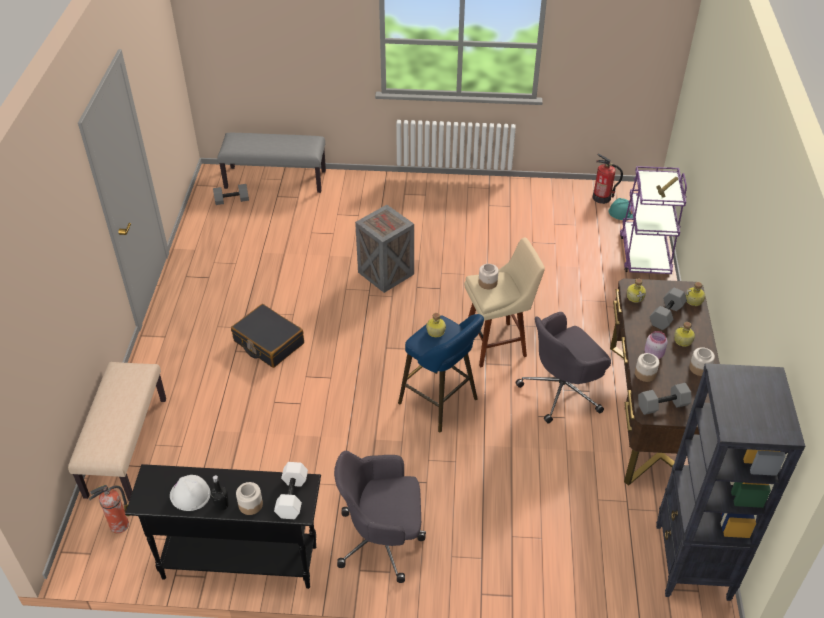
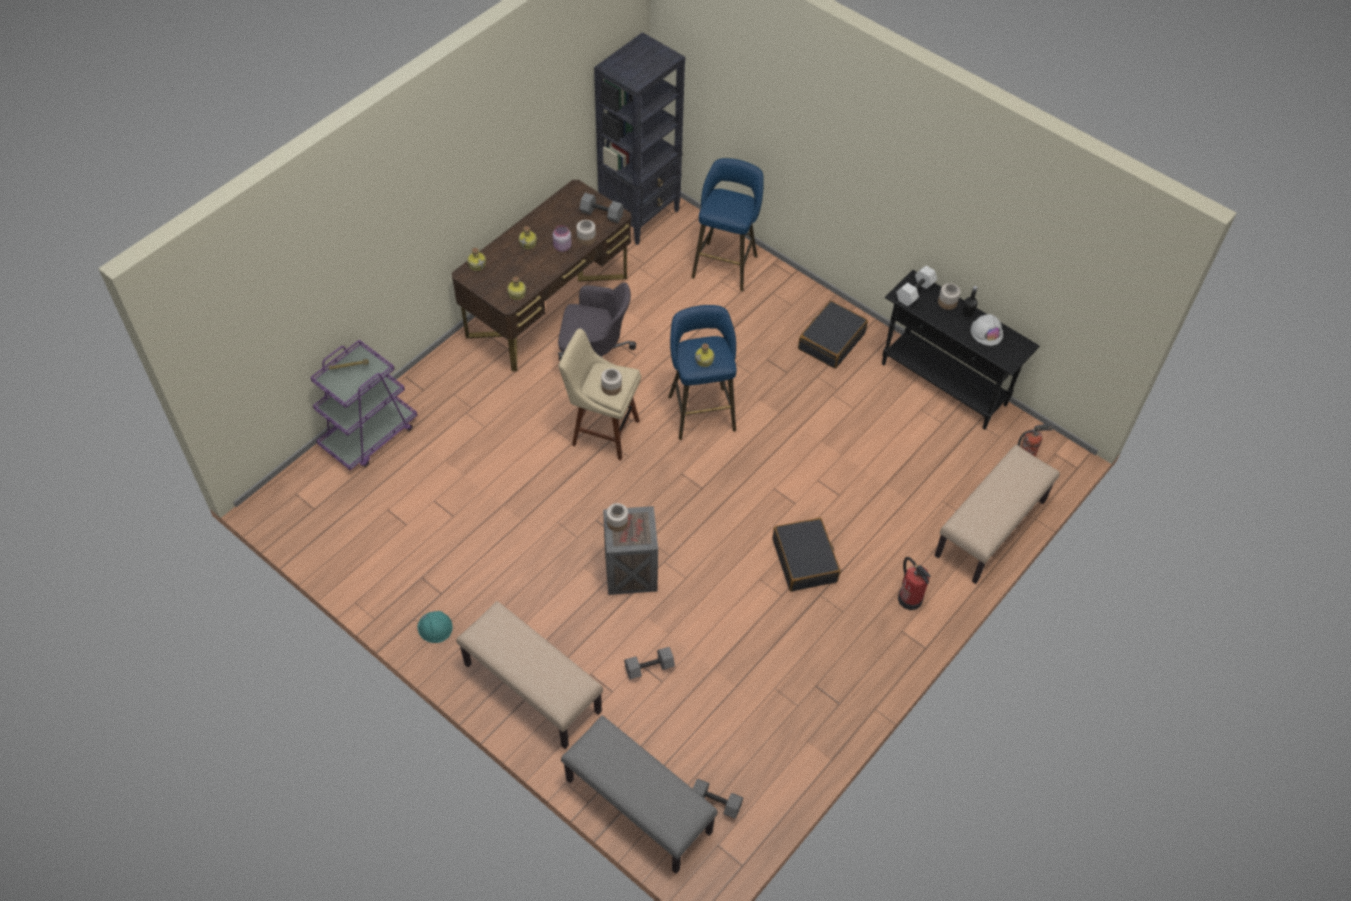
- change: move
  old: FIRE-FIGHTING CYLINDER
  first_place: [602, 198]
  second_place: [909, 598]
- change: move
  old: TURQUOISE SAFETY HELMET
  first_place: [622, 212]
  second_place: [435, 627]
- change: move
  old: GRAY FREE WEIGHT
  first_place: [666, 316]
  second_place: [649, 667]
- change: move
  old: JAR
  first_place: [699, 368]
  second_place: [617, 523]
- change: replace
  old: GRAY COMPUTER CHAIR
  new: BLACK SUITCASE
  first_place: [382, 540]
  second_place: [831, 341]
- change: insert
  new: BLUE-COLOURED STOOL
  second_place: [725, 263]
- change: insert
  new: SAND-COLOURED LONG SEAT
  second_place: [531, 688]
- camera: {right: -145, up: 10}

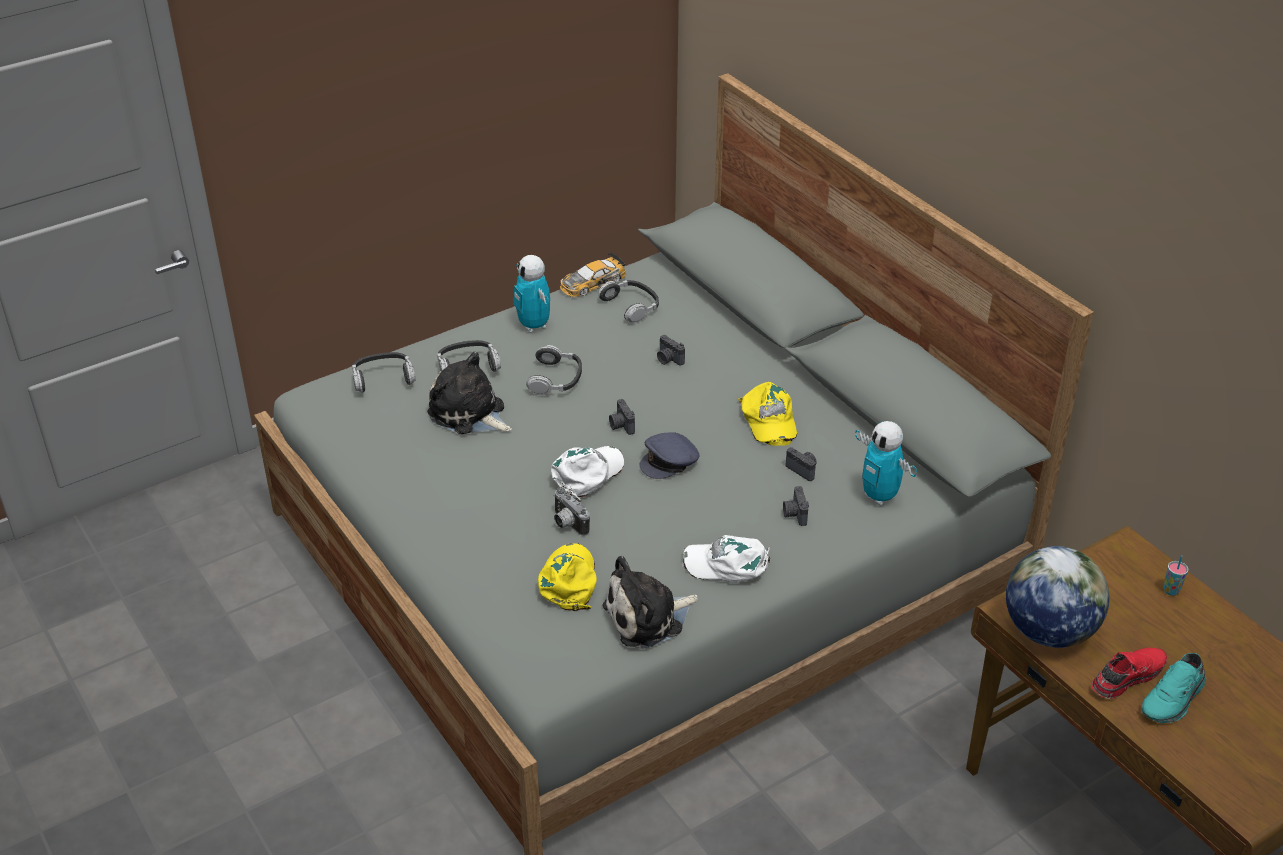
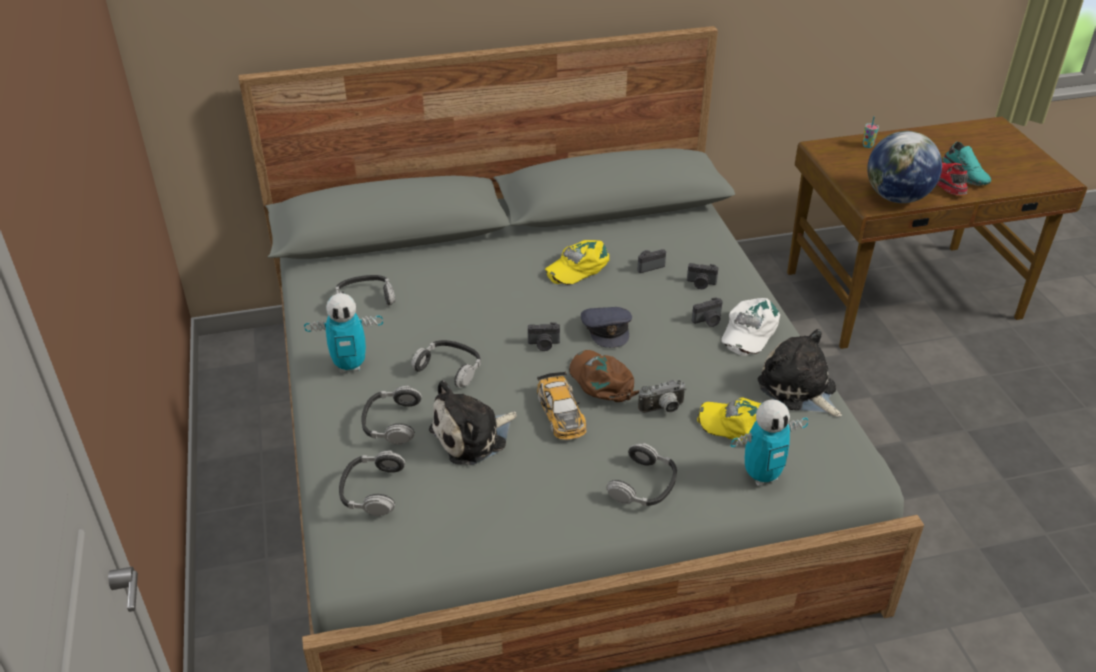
- change: move
  old: MINIATURE CAR
  first_place: [592, 282]
  second_place: [561, 413]
- change: move
  old: STILL CAMERA
  first_place: [668, 359]
  second_place: [708, 321]
- change: rotate
  old: YELLOWISH CAP
  first_place: [768, 420]
  second_place: [577, 266]
  degrees: 135
- change: move
  old: TOY ROBOT
  first_place: [879, 496]
  second_place: [762, 475]
- change: recolor
  old: WHITISH CAP
  new: BROWN-COLOURED CAP
  first_place: [587, 474]
  second_place: [601, 380]
- change: rotate
  old: SOFT TOY
  first_place: [648, 618]
  second_place: [799, 389]
  degrees: 150
- change: insert
  new: HEADSET
  second_place: [644, 485]
- camera: {right: -70, up: 0}

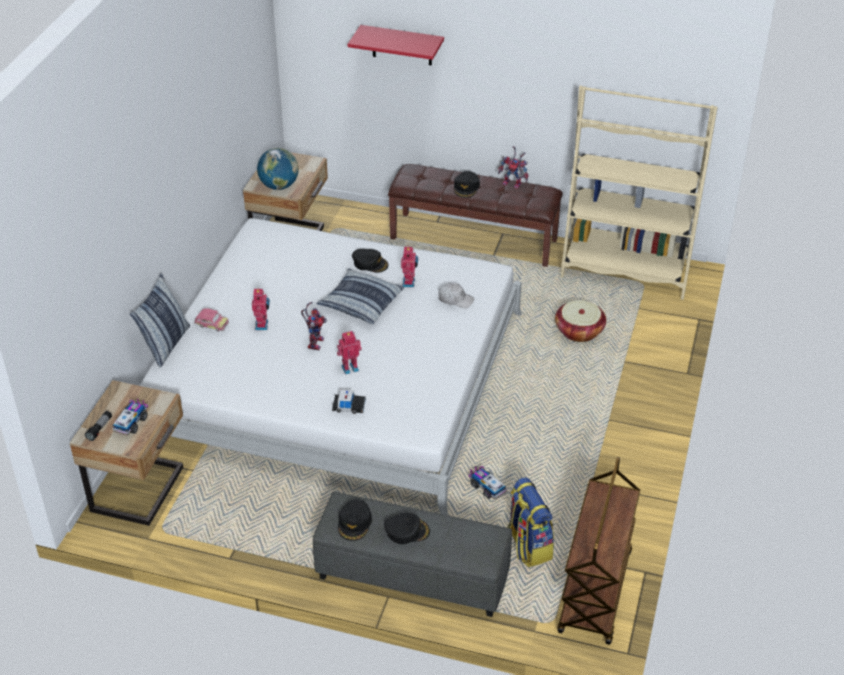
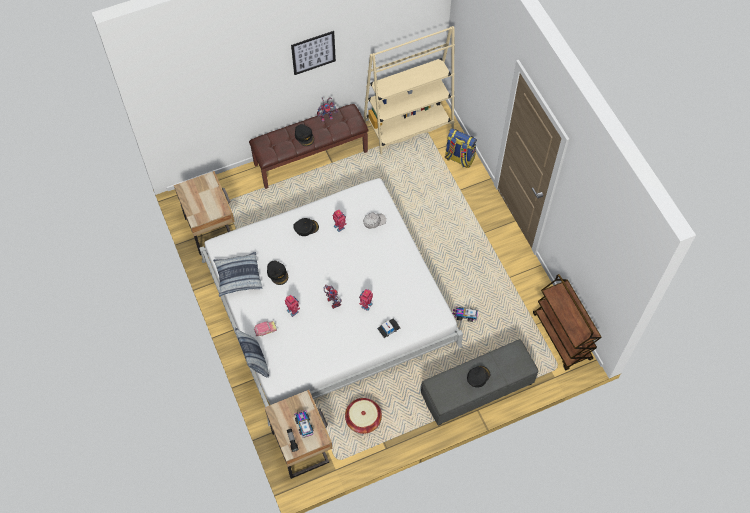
- change: delete
  old: REDDISH BRACKET SHELF
  first_place: [402, 45]
- change: delete
  old: WORLD GLOBE
  first_place: [279, 186]
- change: move
  old: PILLOW
  first_place: [361, 303]
  second_place: [238, 277]
- change: move
  old: HOUSEHOLD BASKET
  first_place: [579, 331]
  second_place: [363, 419]
- change: move
  old: KNAPSACK
  first_place: [527, 546]
  second_place: [459, 158]
- change: move
  old: BLACK CAP
  first_place: [355, 523]
  second_place: [277, 273]
- change: insert
  new: WALL PICTURE
  second_place: [313, 52]
- camera: {right: -40, up: 20}

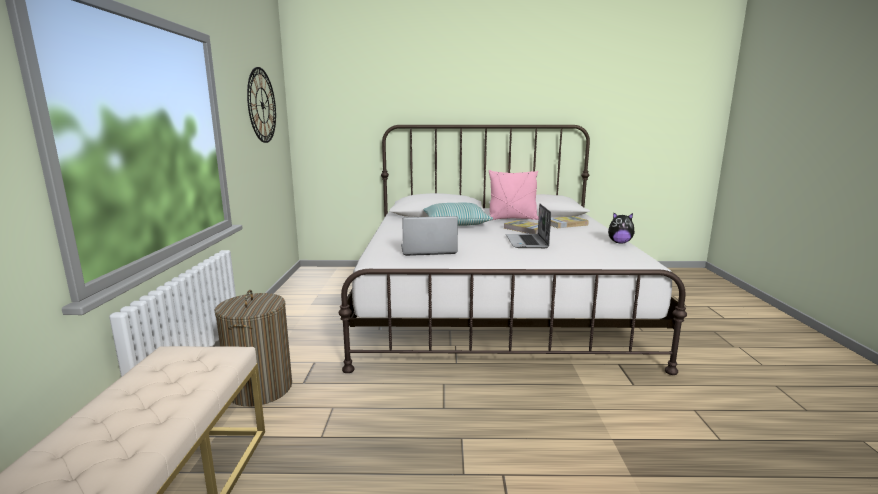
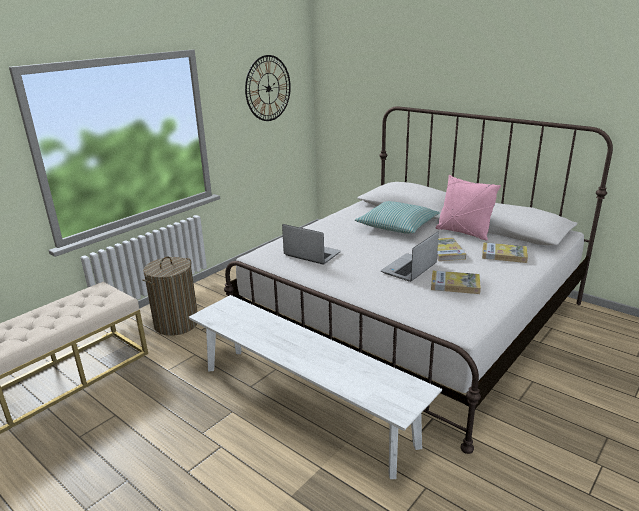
- change: delete
  old: SOFT TOY
  first_place: [619, 242]
- change: insert
  new: BOUND BOOK
  second_place: [455, 284]
- change: insert
  new: WHITISH LONG SEAT
  second_place: [303, 404]
- camera: {right: 40, up: 10}

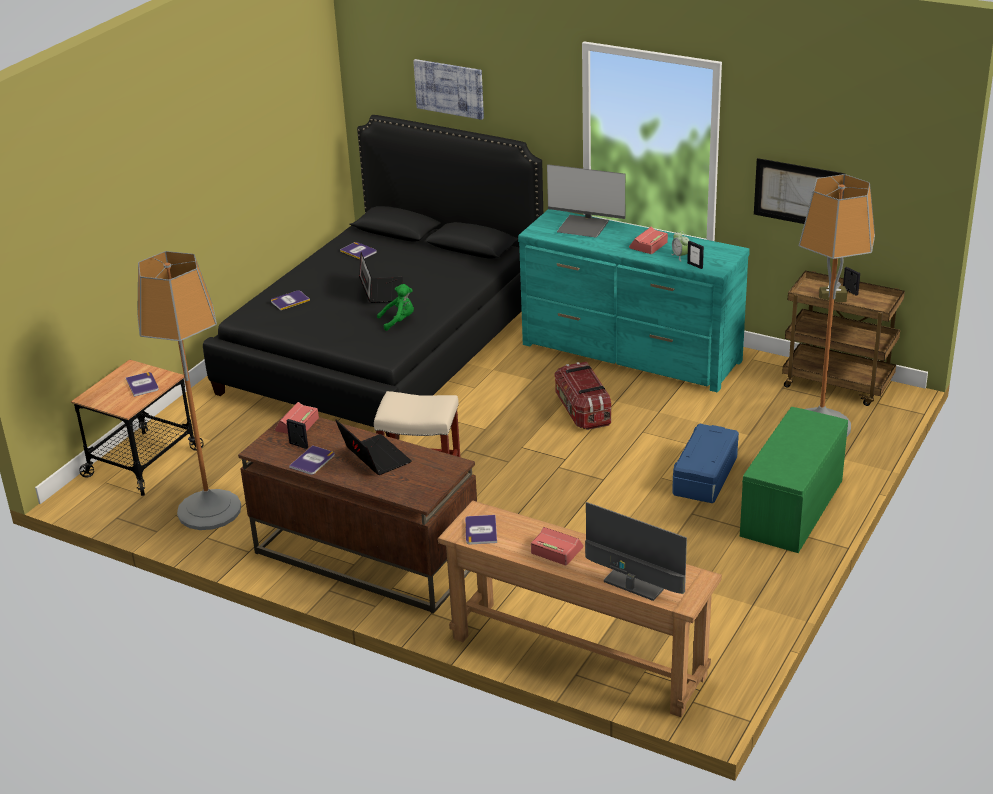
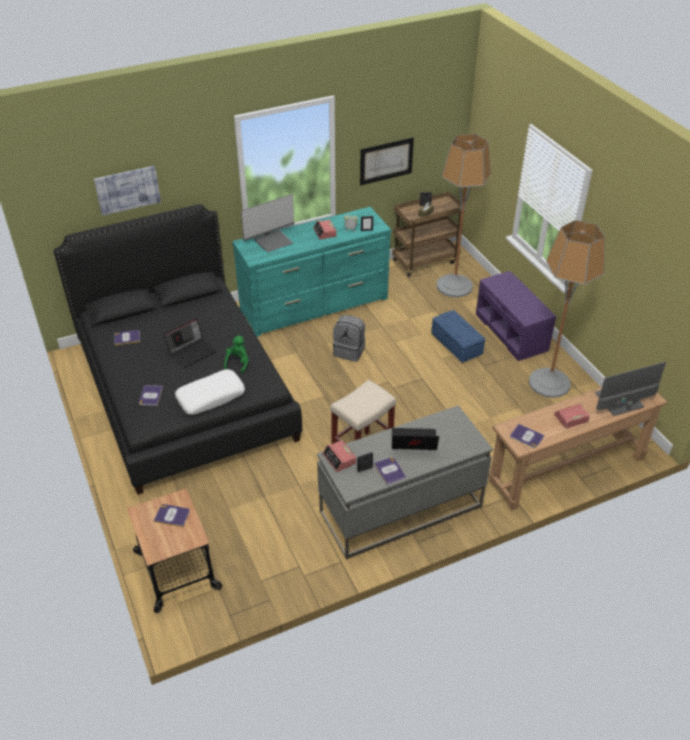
- change: move
  old: STANDARD LAMP
  first_place: [209, 510]
  second_place: [549, 383]
- change: rotate
  old: PORTABLE COMPUTER
  first_place: [381, 290]
  second_place: [192, 352]
  degrees: 105
- change: replace
  old: STORAGE CONTAINER
  new: GRAY KNAPSACK
  first_place: [582, 410]
  second_place: [349, 351]
- change: recolor
  old: GREEN-COLOURED LONG SEAT
  new: PURPLISH LONG SEAT
  first_place: [792, 509]
  second_place: [512, 332]
- change: recolor
  old: BROWN-COLOURED DESK TABLE
  new: GRAY DESK TABLE
  first_place: [365, 557]
  second_place: [400, 509]
- change: insert
  new: WHITISH PILLOW
  second_place: [211, 397]
- camera: {right: -55, up: 10}

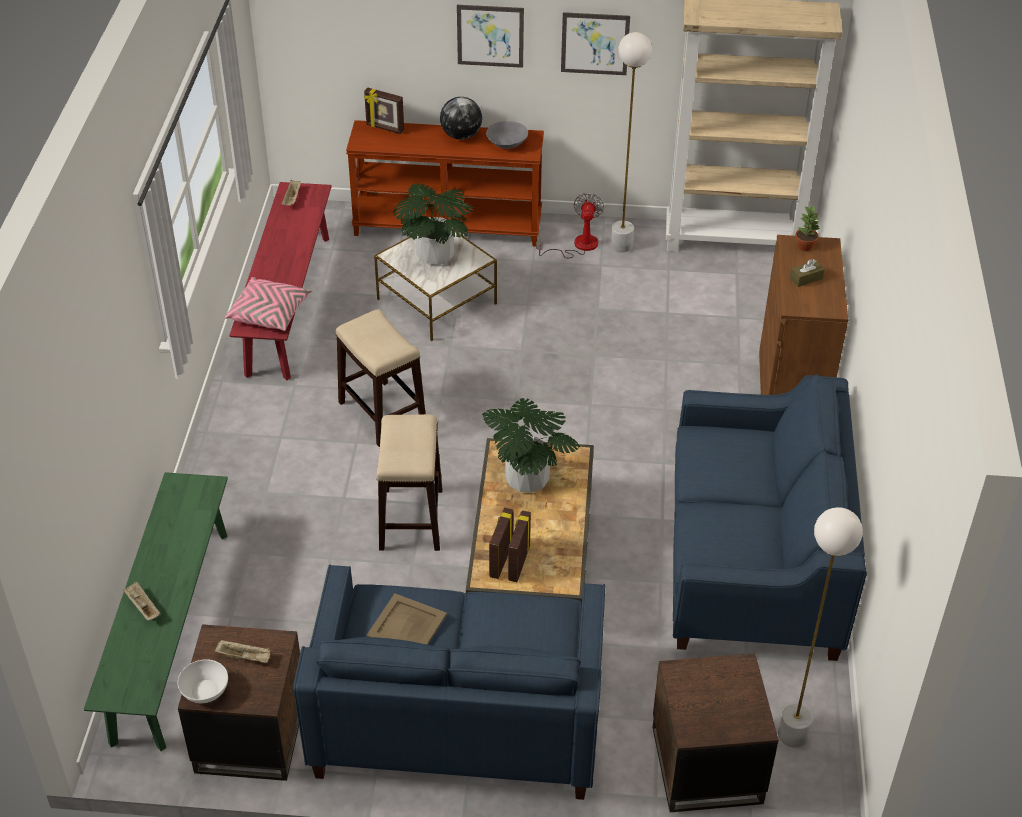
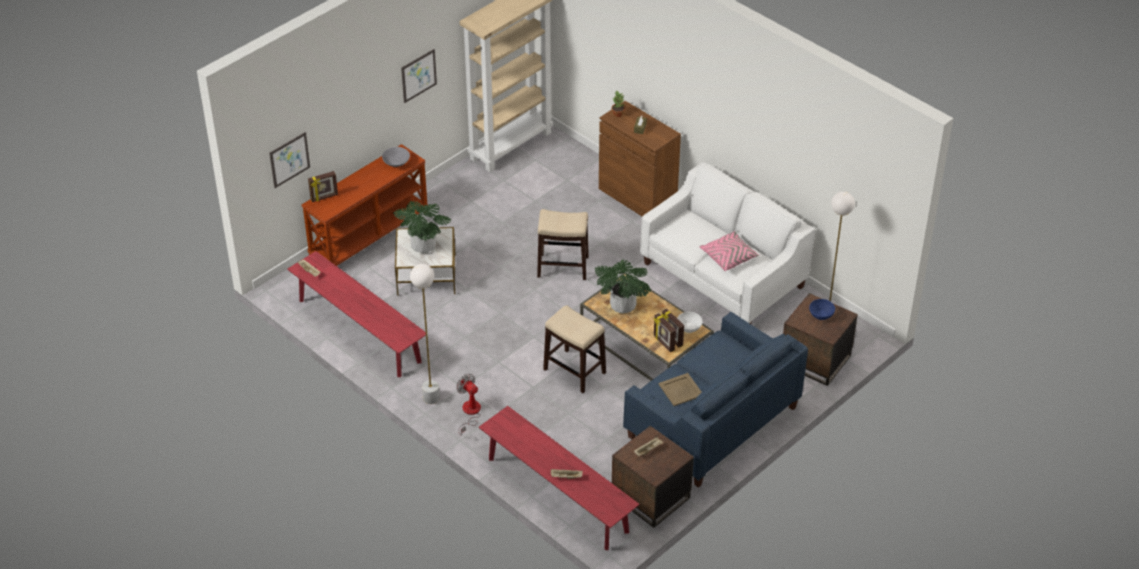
- change: move
  old: WALL PICTURE
  first_place: [490, 36]
  second_place: [289, 159]
- change: move
  old: WHITISH STANDARD LAMP
  first_place: [621, 245]
  second_place: [431, 398]
- change: delete
  old: WORLD GLOBE
  first_place: [461, 136]
- change: move
  old: COOLING FAN
  first_place: [578, 246]
  second_place: [470, 413]
- change: move
  old: PINKISH PILLOW
  first_place: [270, 313]
  second_place: [729, 257]
- change: move
  old: STOOL
  first_place: [382, 414]
  second_place: [563, 267]
- change: recolor
  old: BLUE-COLOURED COUCH
  new: WHITISH COUCH
  first_place: [753, 560]
  second_place: [723, 275]
- change: recolor
  old: GREEN-COLOURED LONG SEAT
  new: REDDISH LONG SEAT
  first_place: [171, 633]
  second_place: [557, 495]
- change: move
  old: WHITISH BOWL
  first_place: [205, 691]
  second_place: [689, 327]
- change: insert
  new: BLUE-COLOURED BOWL
  second_place: [821, 315]
- camera: {right: -50, up: 0}

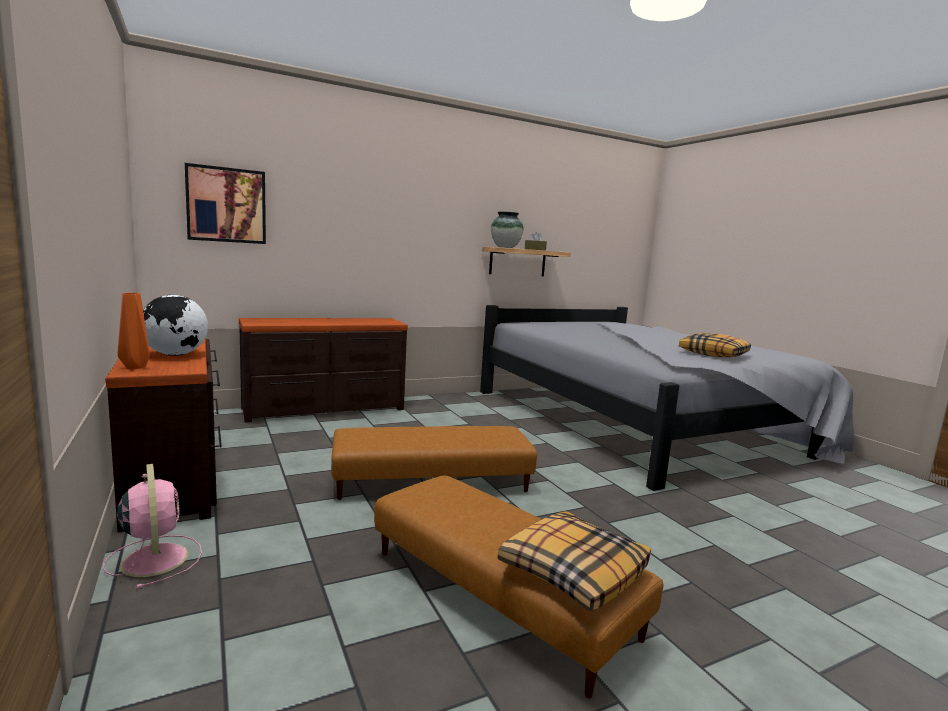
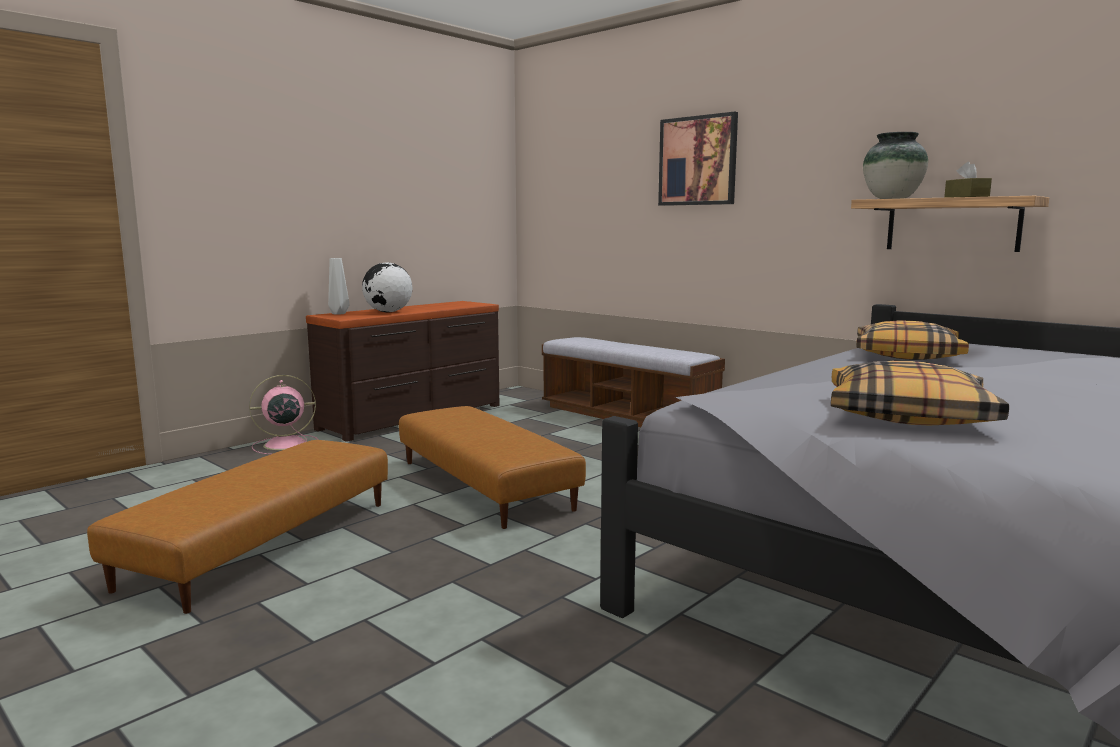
- change: move
  old: WALL PICTURE
  first_place: [226, 205]
  second_place: [698, 161]
- change: recolor
  old: ORANGEY FLOWER VASE
  new: GRAY FLOWER VASE
  first_place: [136, 367]
  second_place: [340, 313]
- change: replace
  old: BROWN-COLOURED CHEST OF DRAWERS
  new: LONG SEAT
  first_place: [325, 409]
  second_place: [627, 417]
- change: rotate
  old: PINKISH COOLING FAN
  first_place: [155, 558]
  second_place: [283, 444]
  degrees: -150
- change: move
  old: PILLOW
  first_place: [572, 571]
  second_place: [907, 355]
- camera: {right: 70, up: 0}

